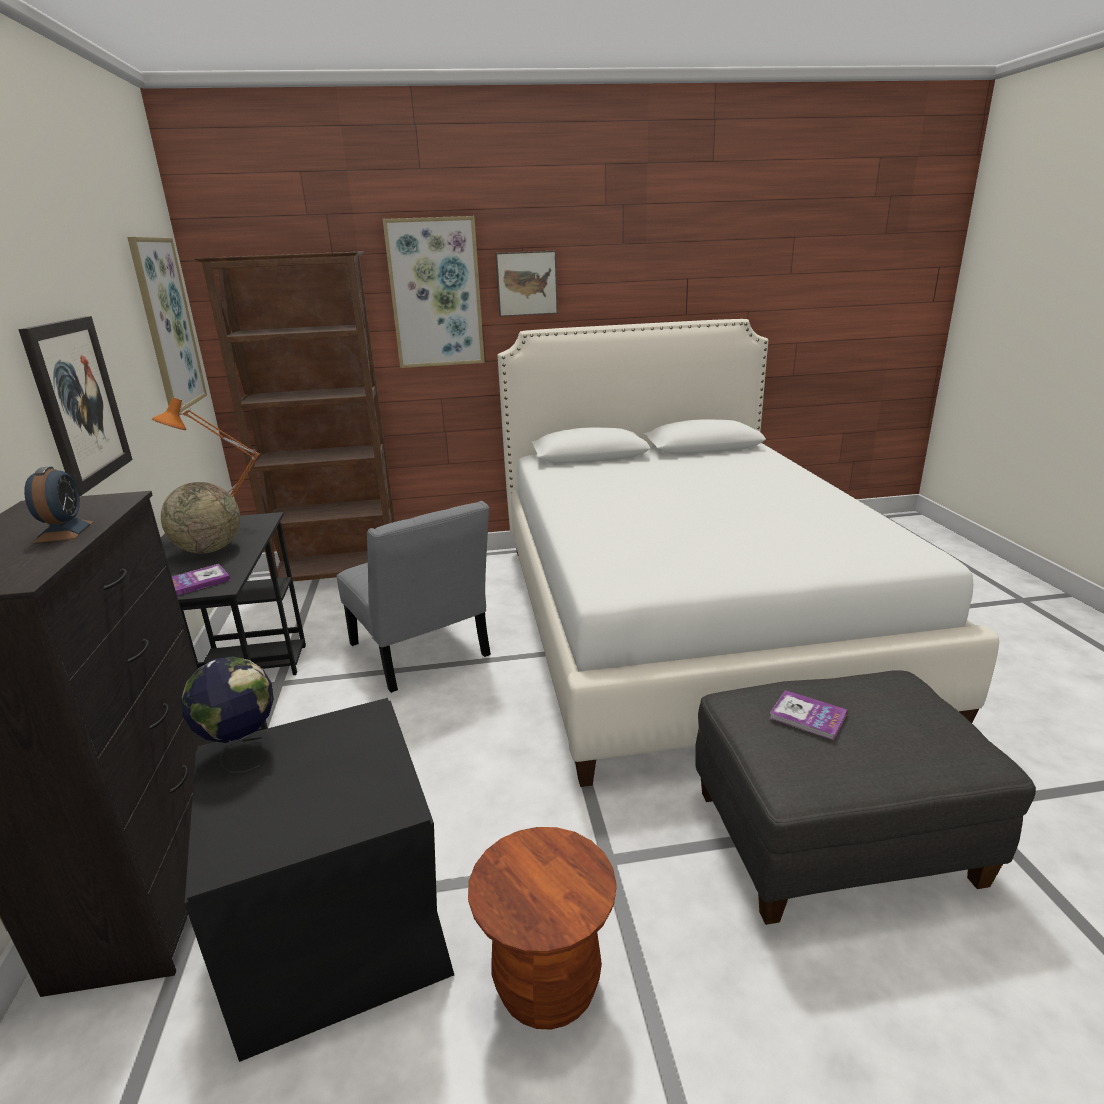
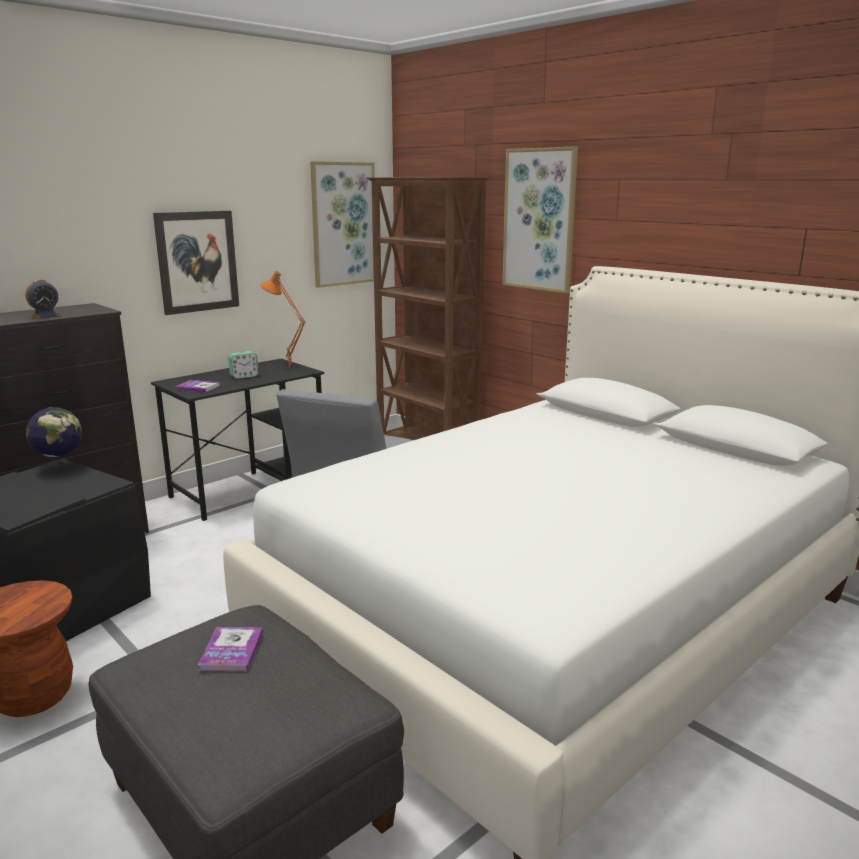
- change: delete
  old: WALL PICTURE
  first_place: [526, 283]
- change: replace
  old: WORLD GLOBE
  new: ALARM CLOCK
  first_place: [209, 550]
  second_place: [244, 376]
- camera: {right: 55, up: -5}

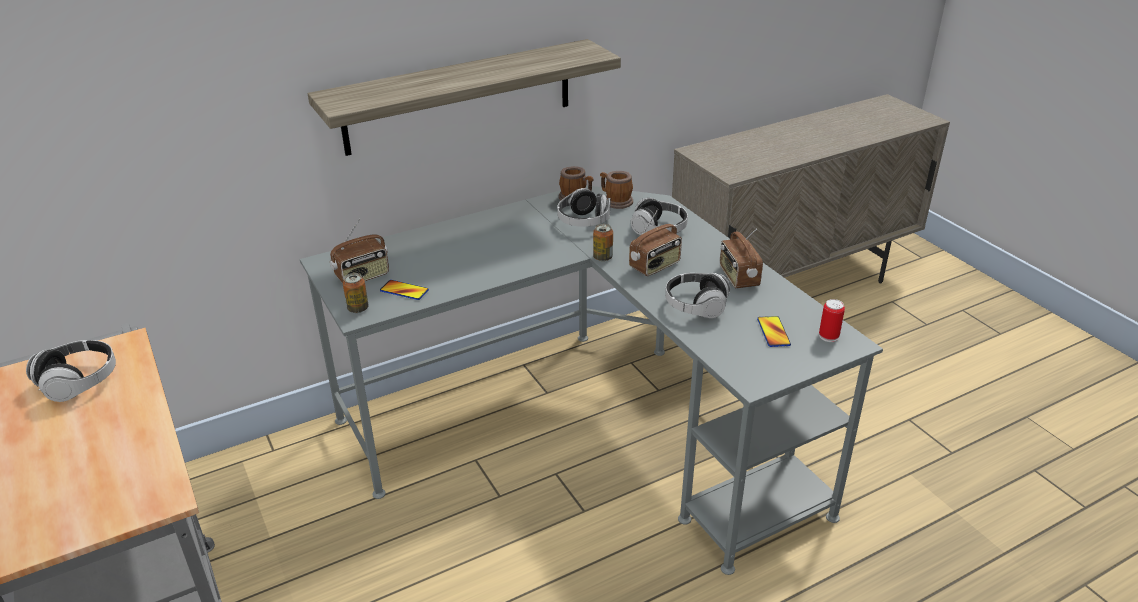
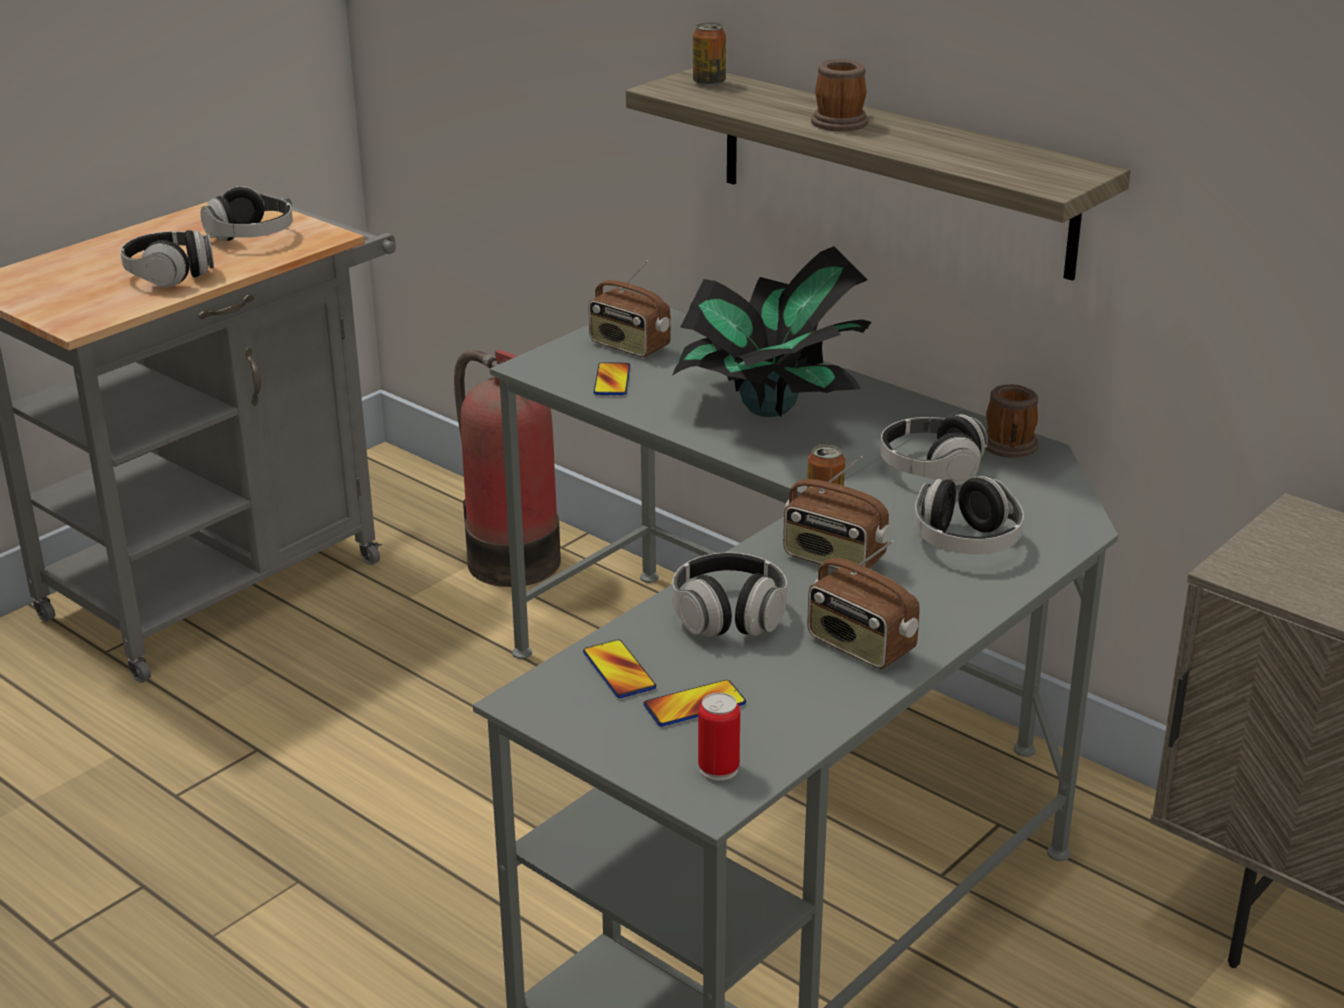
- change: move
  old: MUG
  first_place: [615, 201]
  second_place: [840, 121]
- change: rotate
  old: RADIO
  first_place: [738, 277]
  second_place: [860, 646]
  degrees: -105
- change: move
  old: SEALED CAN
  first_place: [358, 308]
  second_place: [709, 82]
- change: insert
  new: HEADSET
  second_place: [170, 275]
- change: insert
  new: HOUSEPLANT
  second_place: [769, 409]
- change: insert
  new: FIRE-FIGHTING CYLINDER
  second_place: [509, 559]
- change: insert
  new: HANDSET
  second_place: [619, 670]
- camera: {right: 70, up: -5}

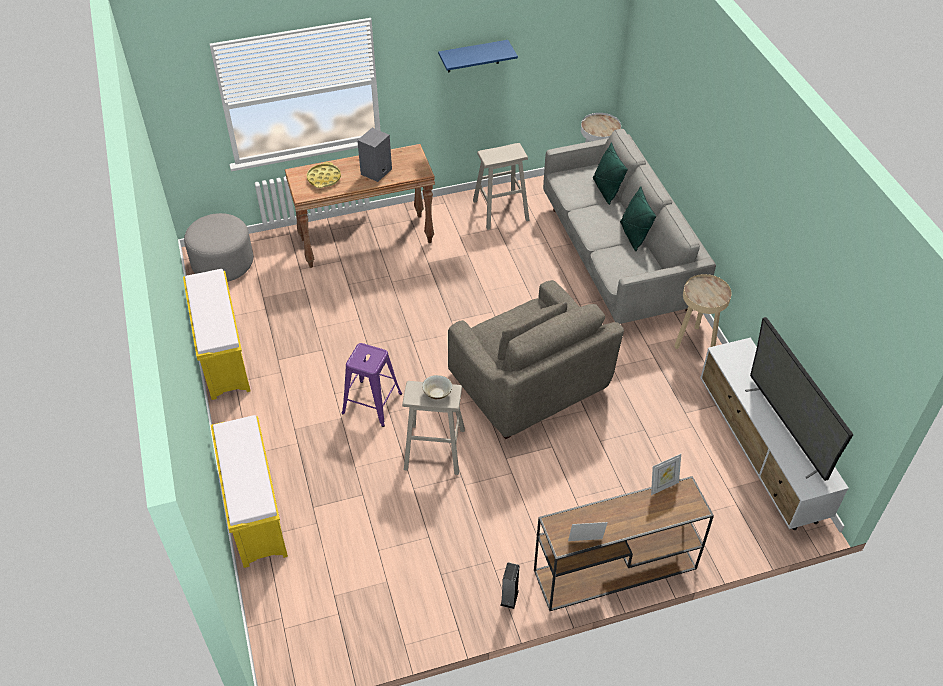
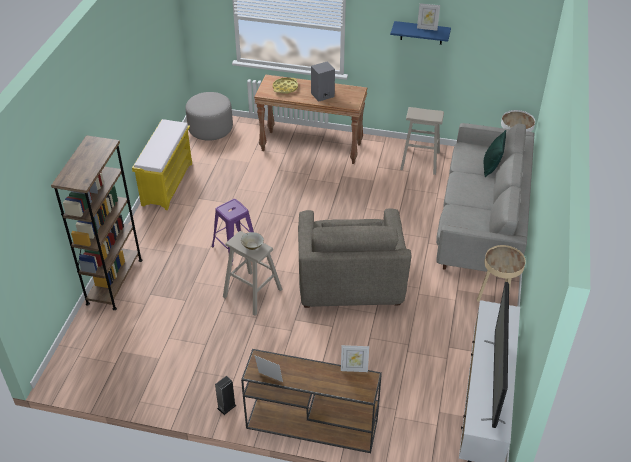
- change: delete
  old: GREEN-COLOURED PILLOW
  first_place: [633, 235]
- change: replace
  old: YELLOWISH LONG SEAT
  new: BROWN-COLOURED BOOKCASE
  first_place: [255, 512]
  second_place: [114, 281]
- change: insert
  new: STANDING FRAME
  second_place: [427, 28]
- camera: {right: 30, up: -5}

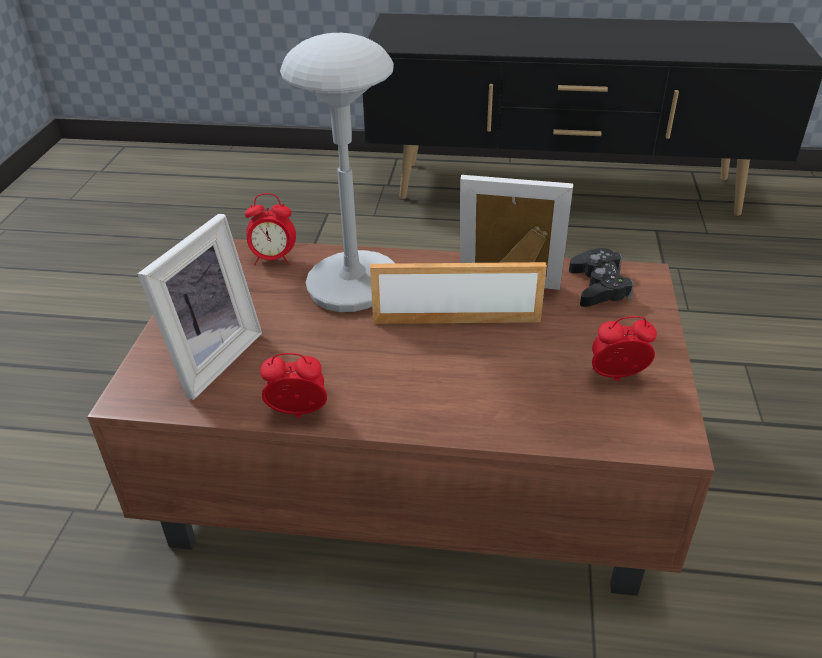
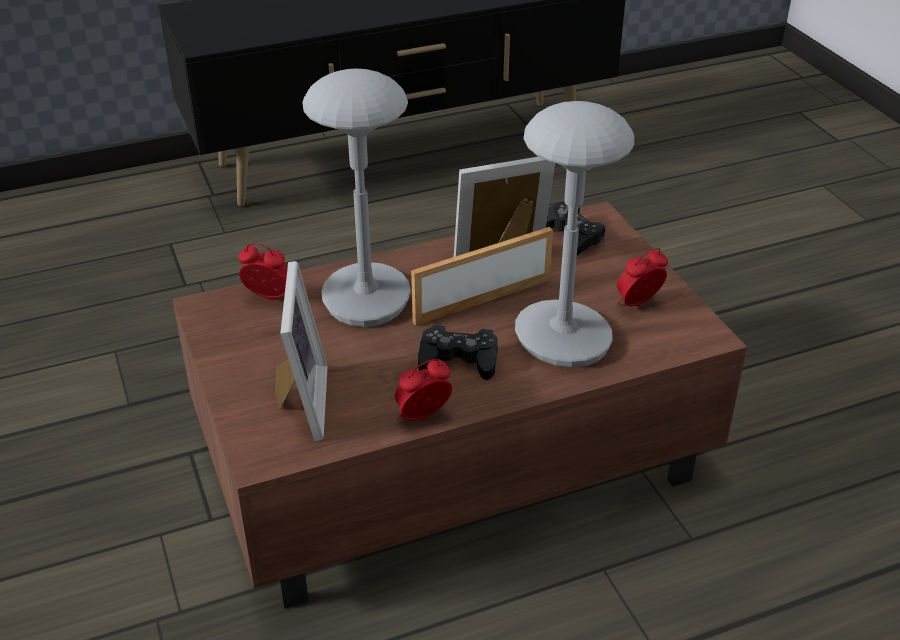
- change: rotate
  old: ALARM CLOCK
  first_place: [273, 259]
  second_place: [269, 298]
  degrees: -135
- change: insert
  new: GRAY TABLETOP LAMP
  second_place: [563, 337]
- change: insert
  new: BLACK GAME CONTROLLER
  second_place: [458, 360]
- camera: {right: -30, up: 0}

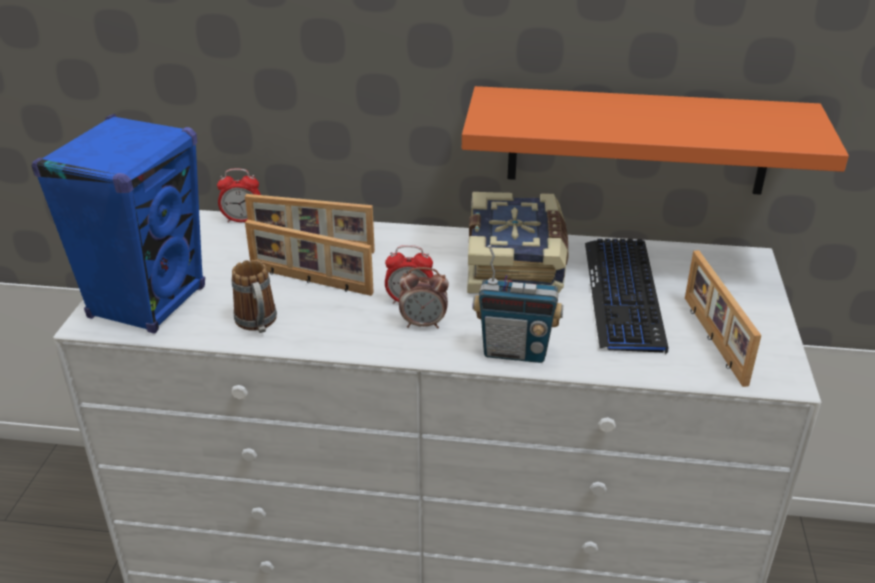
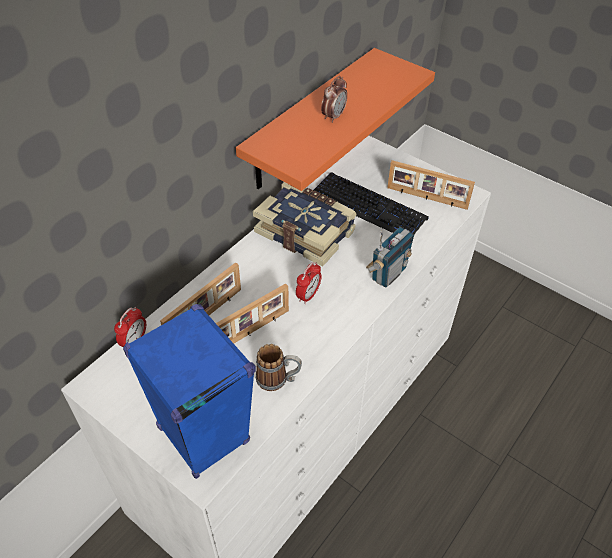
- change: move
  old: ALARM CLOCK
  first_place: [423, 324]
  second_place: [333, 116]
- camera: {right: -60, up: 15}

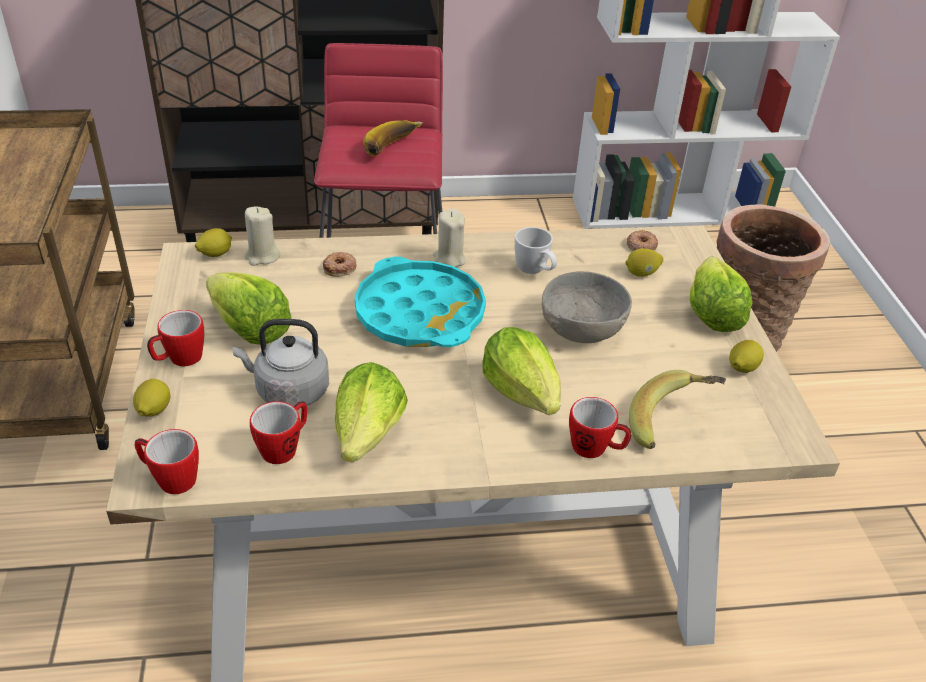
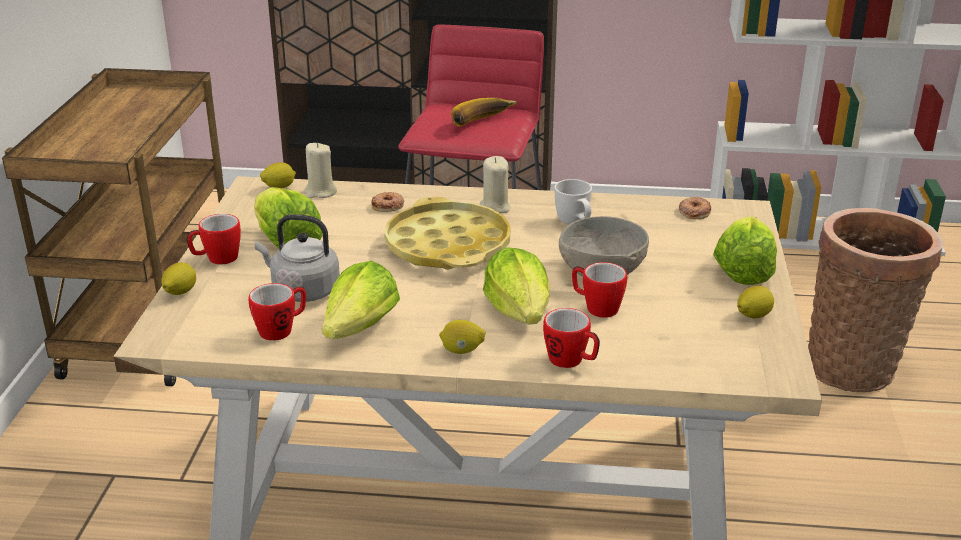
- change: move
  old: CITRUS FRUIT
  first_place: [641, 273]
  second_place: [462, 351]
- change: recolor
  old: TURQUOISE SERVING TRAY
  new: YELLOWISH SERVING TRAY
  first_place: [420, 314]
  second_place: [448, 246]
- change: delete
  old: BANANA
  first_place: [672, 424]
- change: move
  old: MUG
  first_place: [170, 479]
  second_place: [596, 307]
- camera: {right: 15, up: -10}

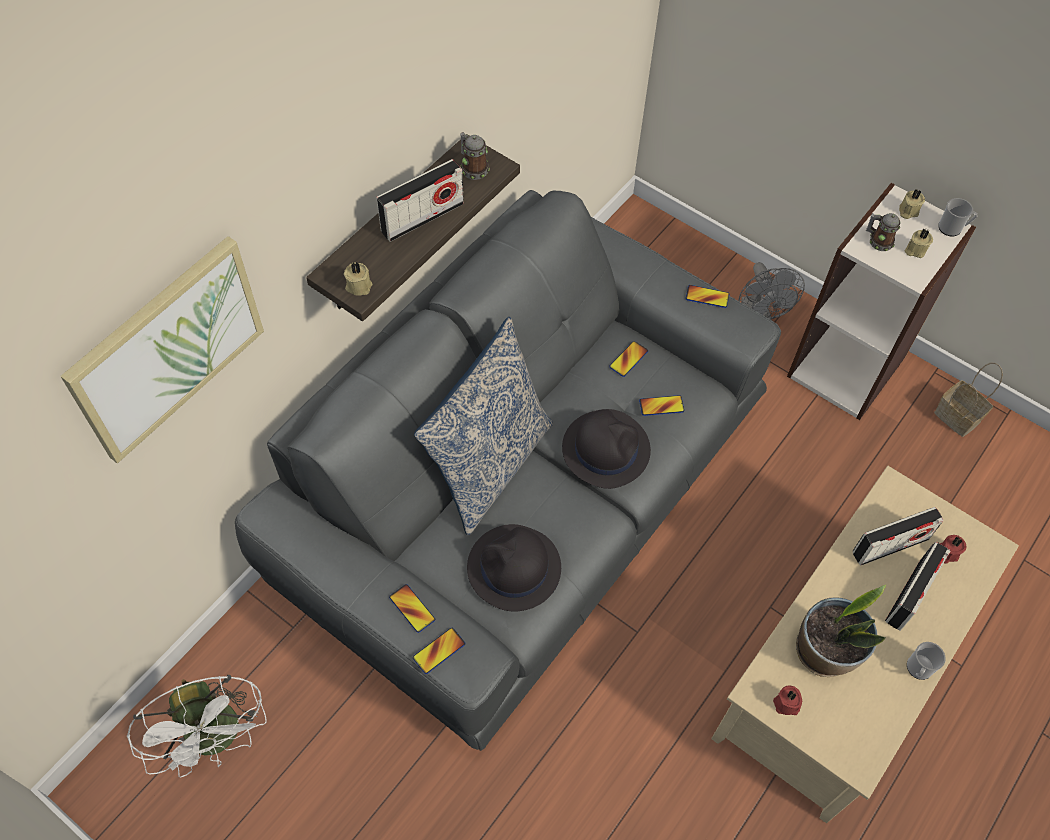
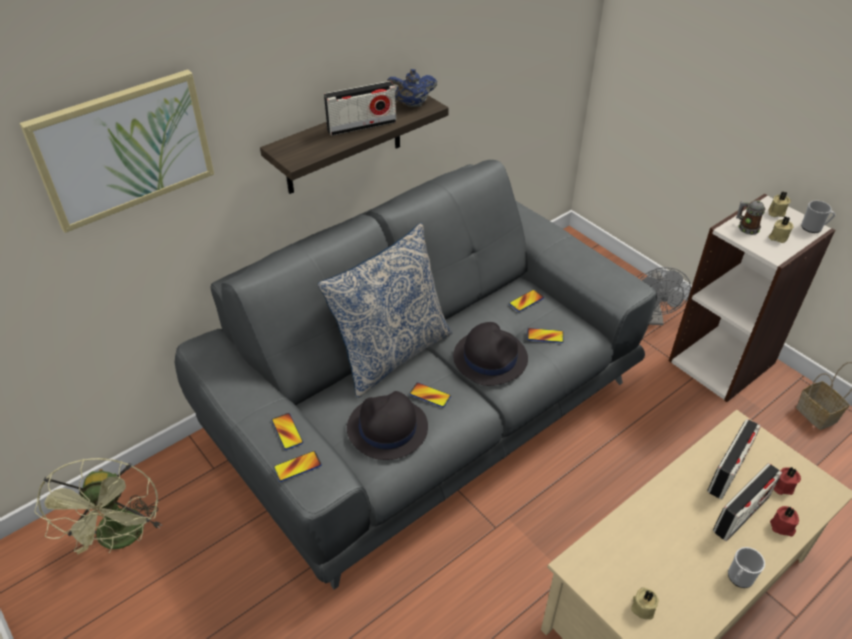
- change: replace
  old: MUG
  new: BLUE-COLOURED TEAPOT
  first_place: [473, 168]
  second_place: [411, 104]
- change: move
  old: SAND-COLOURED WAX LIGHT
  first_place: [358, 285]
  second_place: [642, 607]
- change: move
  old: HANDSET
  first_place: [707, 297]
  second_place: [430, 395]
- change: rotate
  old: RADIO
  first_place: [890, 546]
  second_place: [728, 471]
  degrees: -45
- change: delete
  old: HOUSEPLANT
  first_place: [824, 652]
- change: recolor
  old: WHITISH COOLING FAN
  new: GREEN-COLOURED COOLING FAN
  first_place: [218, 739]
  second_place: [122, 539]
- change: move
  old: REDDISH WAX LIGHT
  first_place: [786, 705]
  second_place: [782, 527]
- camera: {right: 15, up: -15}

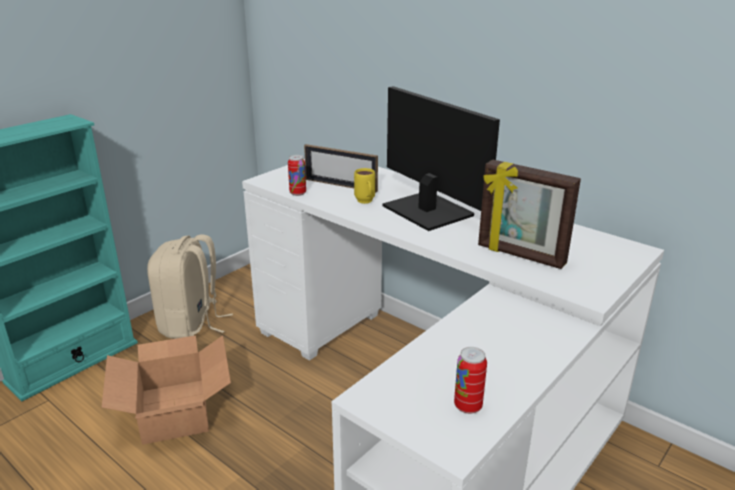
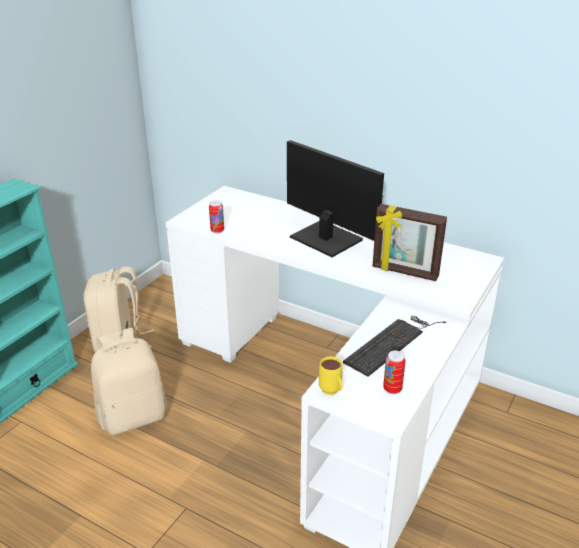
- change: delete
  old: STANDING FRAME
  first_place: [340, 185]
- change: move
  old: YELLOWISH MUG
  first_place: [365, 202]
  second_place: [332, 393]
- change: replace
  old: CARTON
  new: SAND-COLOURED KNAPSACK
  first_place: [175, 410]
  second_place: [133, 416]
- change: insert
  new: KEYBOARD
  second_place: [392, 342]
- camera: {right: -10, up: 5}

